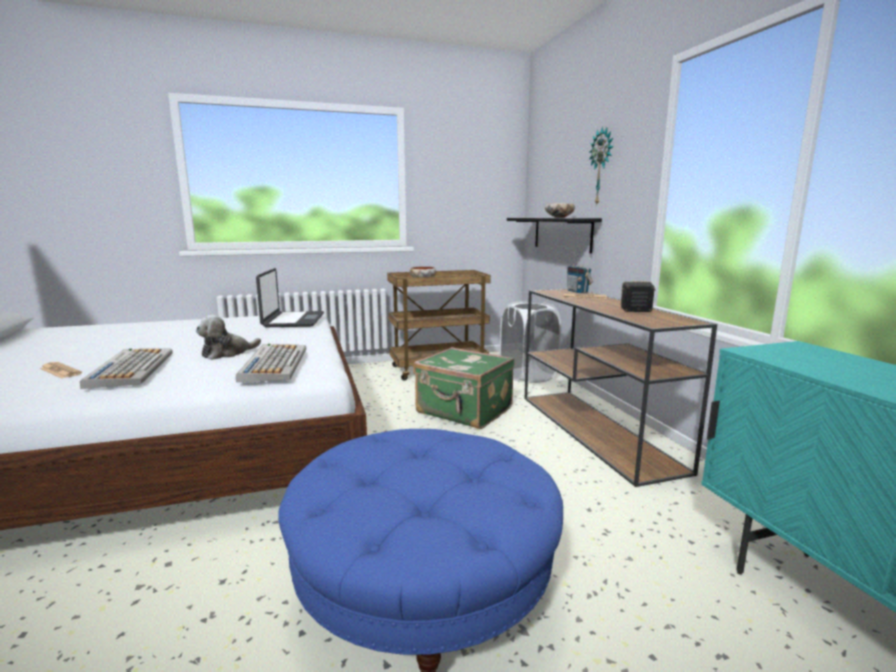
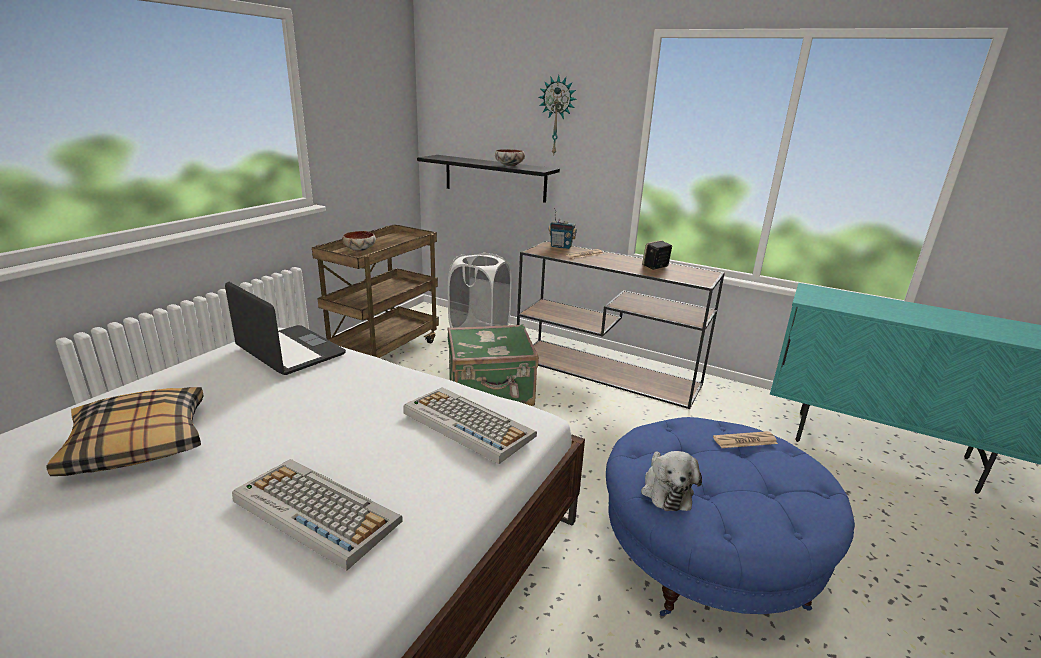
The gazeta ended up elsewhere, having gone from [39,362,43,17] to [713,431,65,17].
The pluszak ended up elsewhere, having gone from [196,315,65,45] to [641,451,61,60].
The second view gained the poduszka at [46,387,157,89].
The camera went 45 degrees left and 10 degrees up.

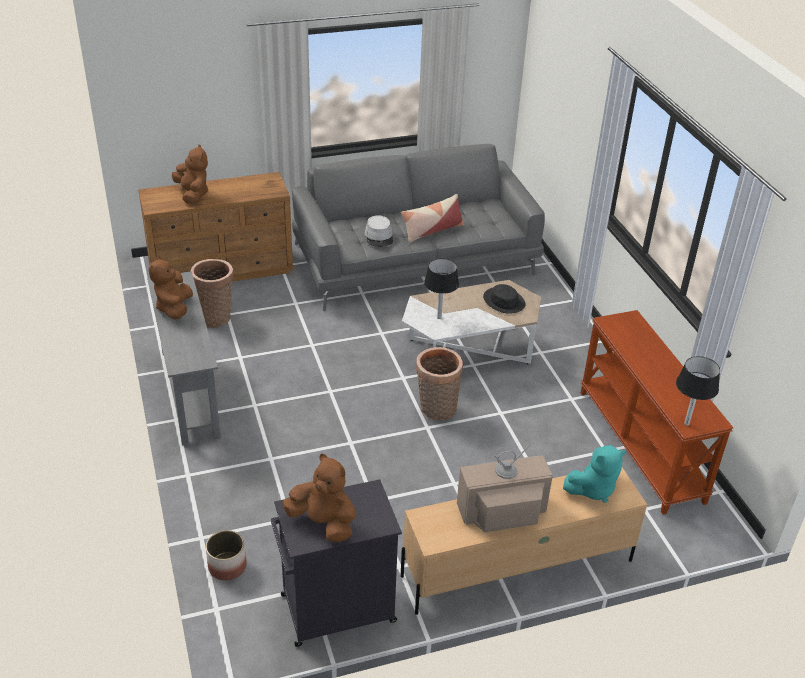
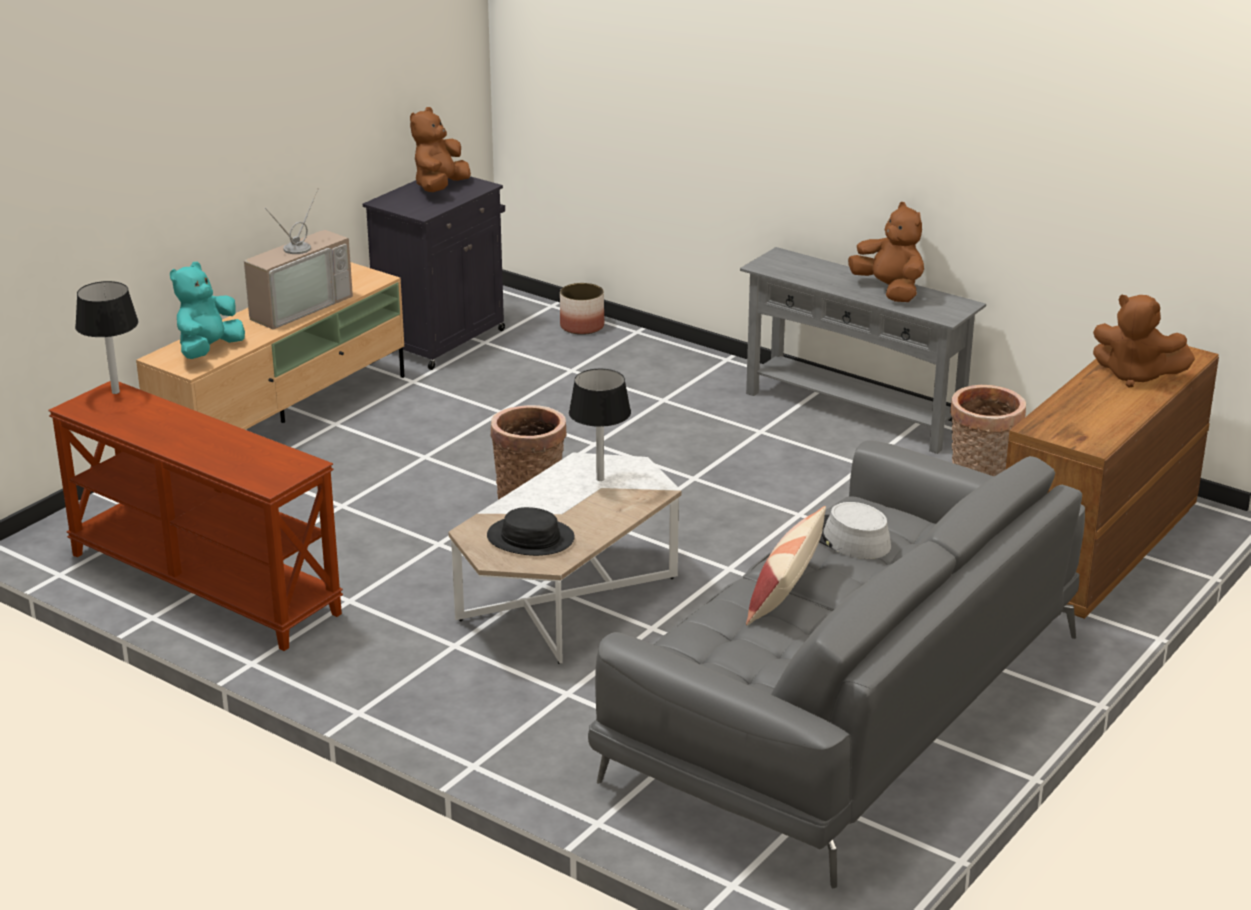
The pluszak [brązowy] at [282,454,74,88] ended up facing another way, 120 degrees clockwise from before.
The camera went 145 degrees right and 10 degrees down.

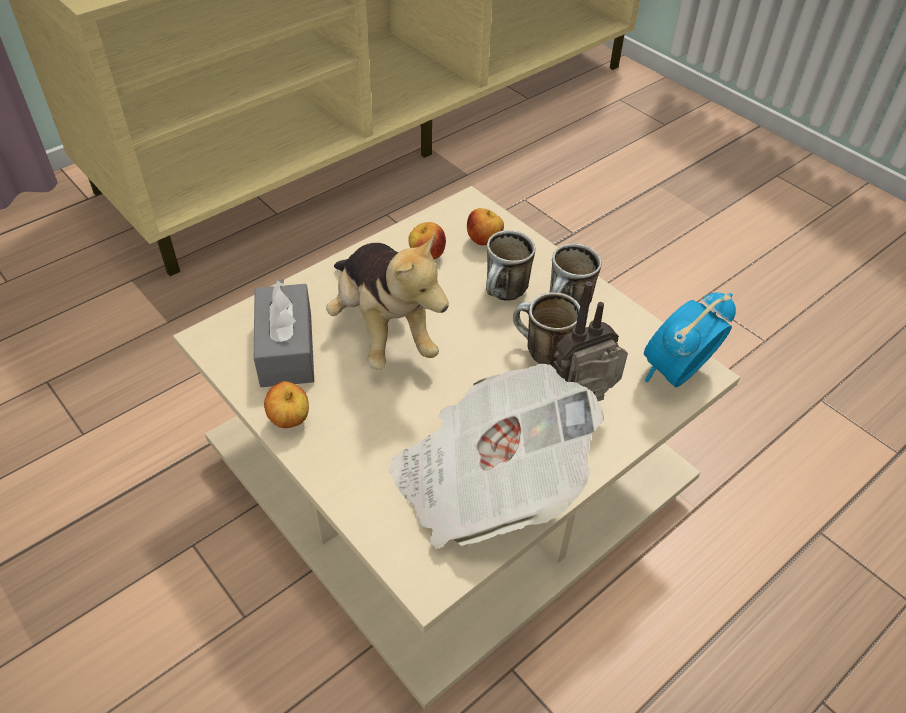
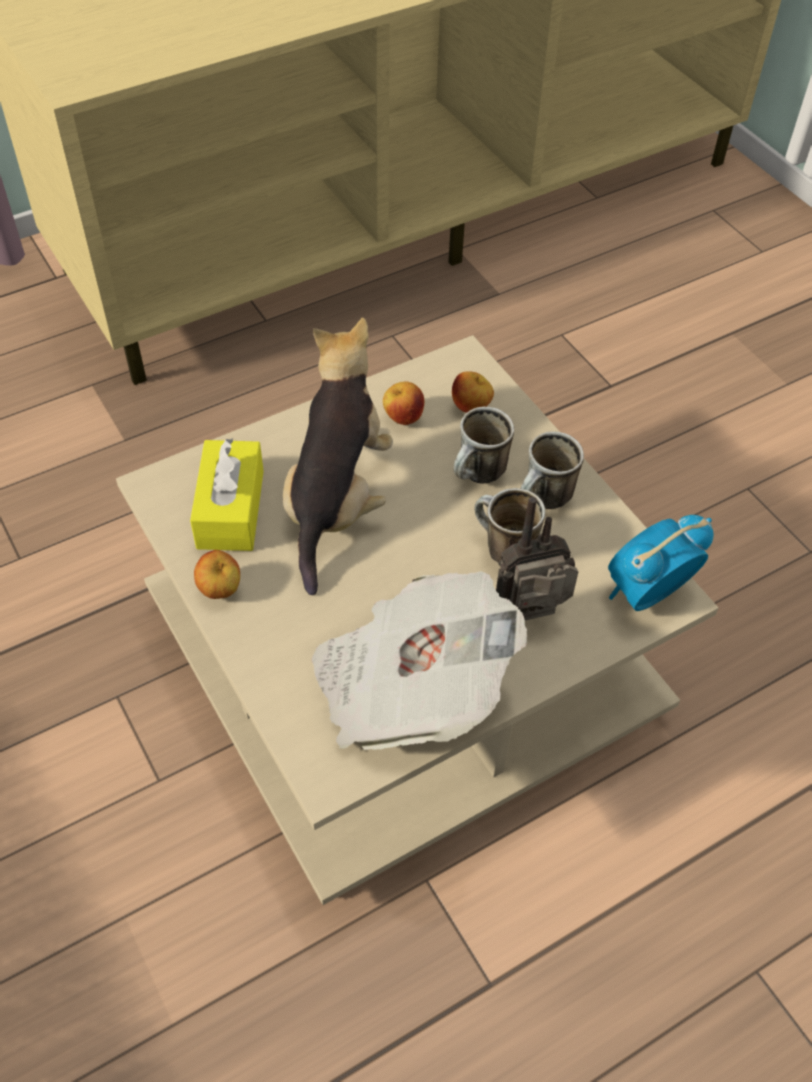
What was the pudełko chusteczek [szary] at [254,279,60,108] turned into the pudełko chusteczek [żółty] at [190,438,74,113].
The pluszak at [326,232,123,137] ended up facing another way, 150 degrees counterclockwise from before.
The camera went 10 degrees right and 5 degrees up.

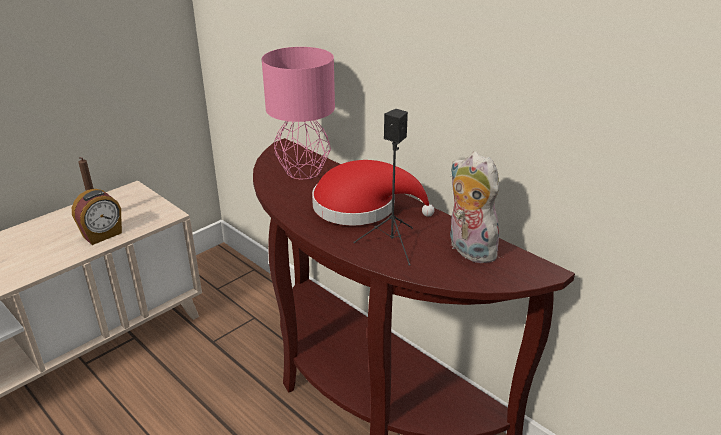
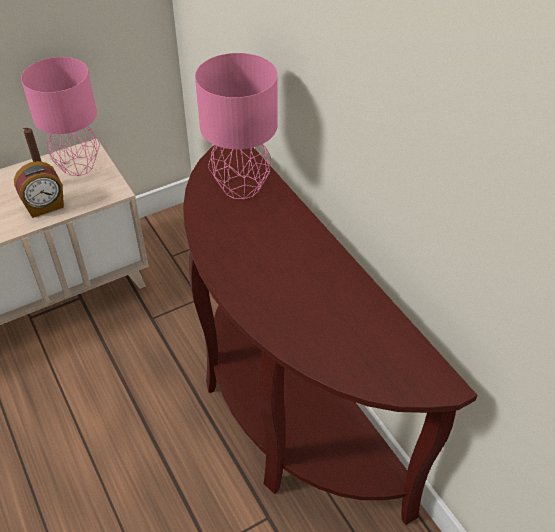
The second view lost the kapelusz [czerwony] at [312,160,123,66].
The second view lost the głośnik [czarny] at [353,109,60,157].
The second view lost the pluszak at [450,152,49,111].
The second view gained the lampa stołowa [różowy] at [21,57,79,119].
The camera went 15 degrees right and 15 degrees up.

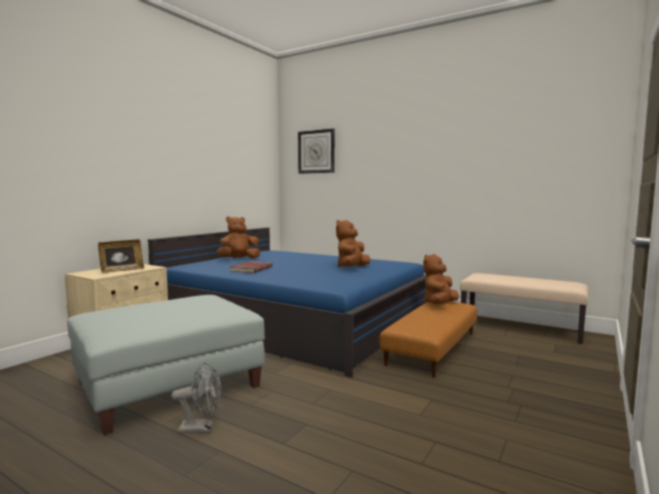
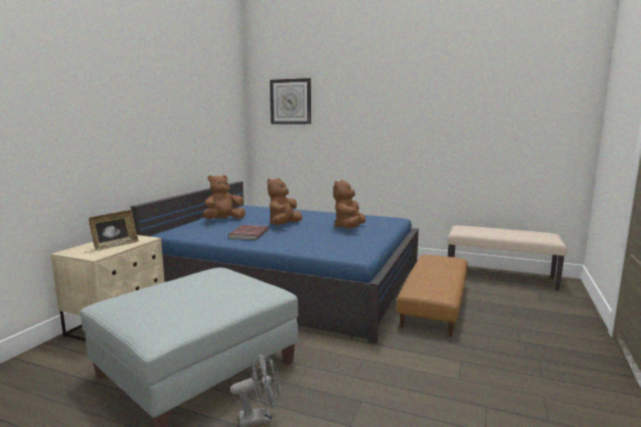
The pluszak [brązowy] ended up elsewhere, having gone from [423,254,36,50] to [267,178,35,47].
The camera went 10 degrees left and 5 degrees up.

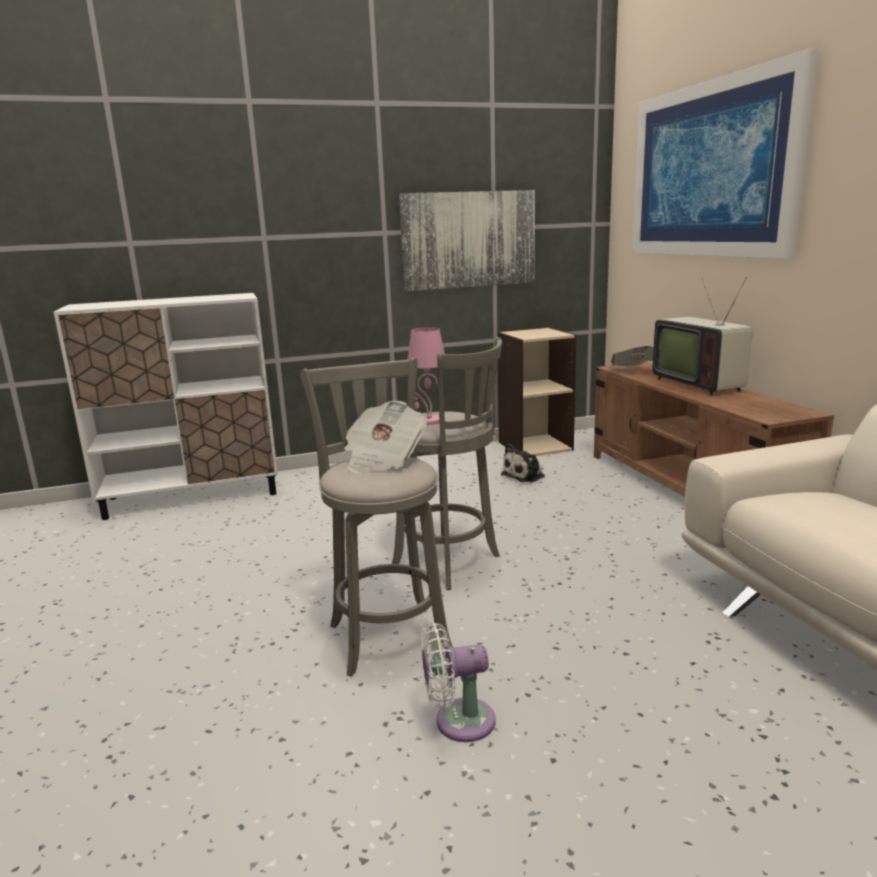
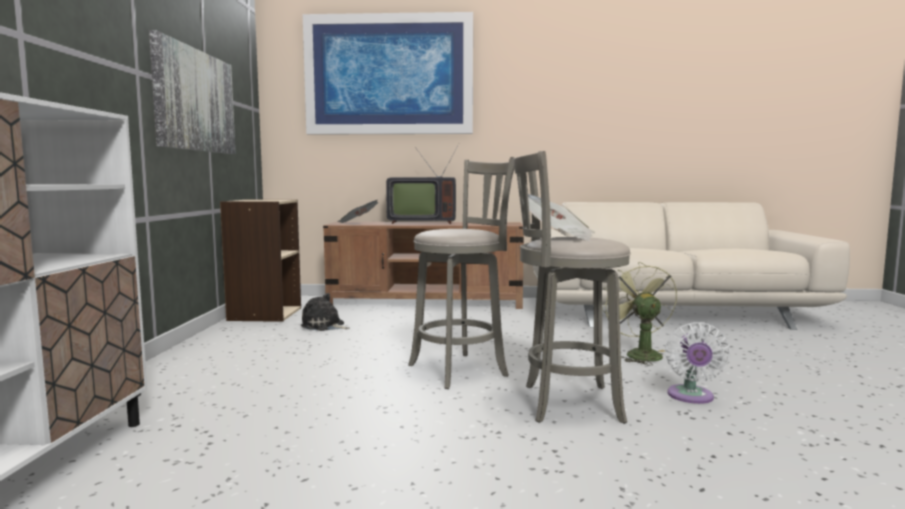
The second view lost the lampa stołowa [różowy] at [408,327,37,98].
The pluszak at [501,444,44,39] ended up facing another way, 135 degrees clockwise from before.
The second view gained the wentylator [zielony] at [602,262,75,103].
The camera went 70 degrees left and 10 degrees down.

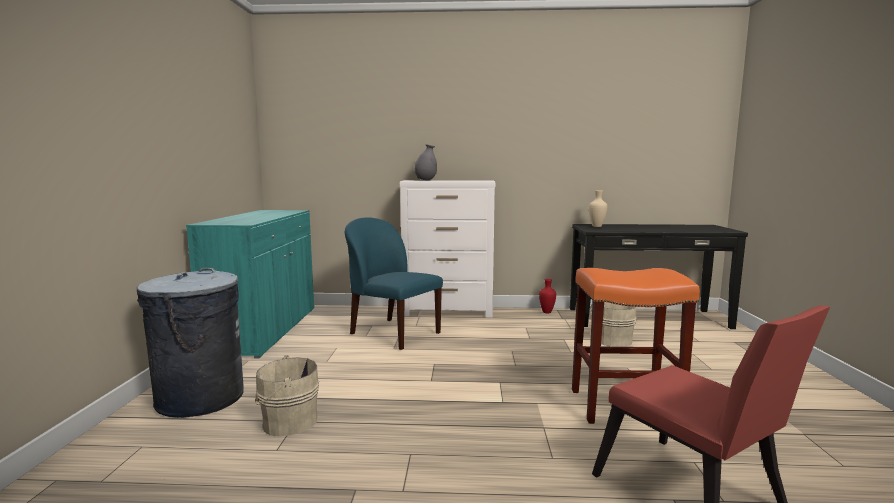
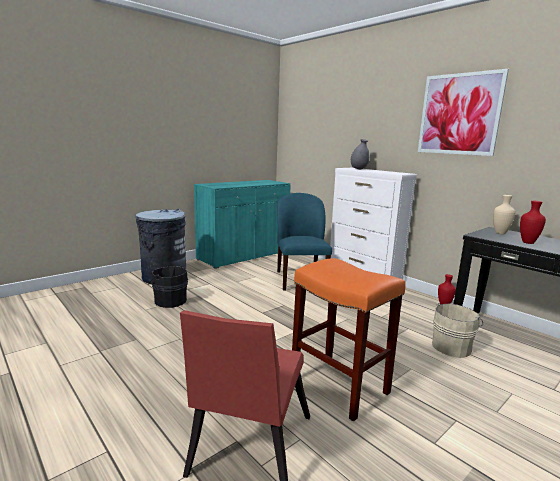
What was the wiadro [beżowy] at [255,355,64,81] turned into the wiadro [czarny] at [148,265,40,43].
The second view gained the obraz at [418,69,91,87].
The second view gained the wazon [czerwony] at [520,201,26,43].
The camera went 45 degrees right and 5 degrees up.

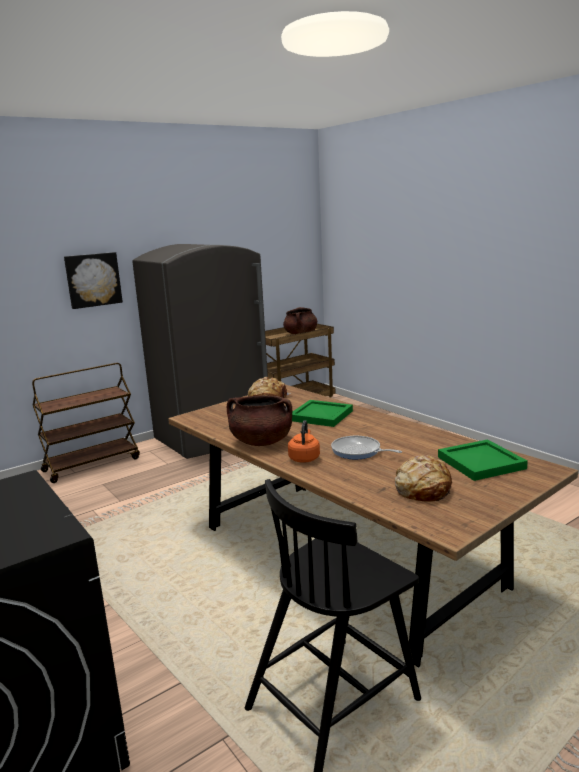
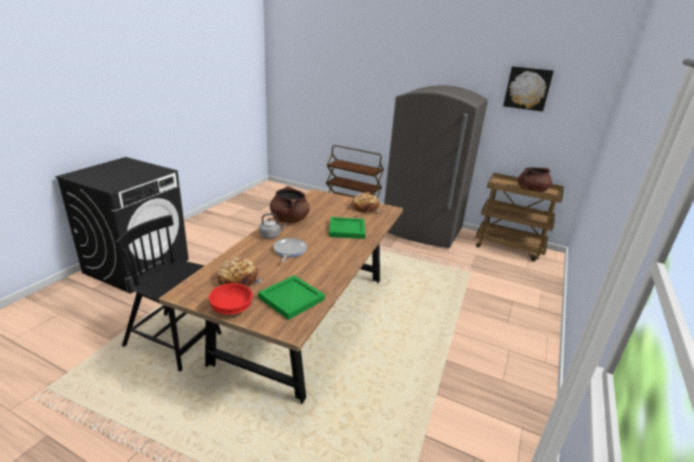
The obraz ended up elsewhere, having gone from [64,252,59,57] to [503,66,51,46].
What was the czajnik [pomarańczowy] at [288,420,32,43] turned into the czajnik [szary] at [259,213,27,26].
The second view gained the miska [czerwony] at [209,283,44,31].
The camera went 60 degrees right and 10 degrees up.

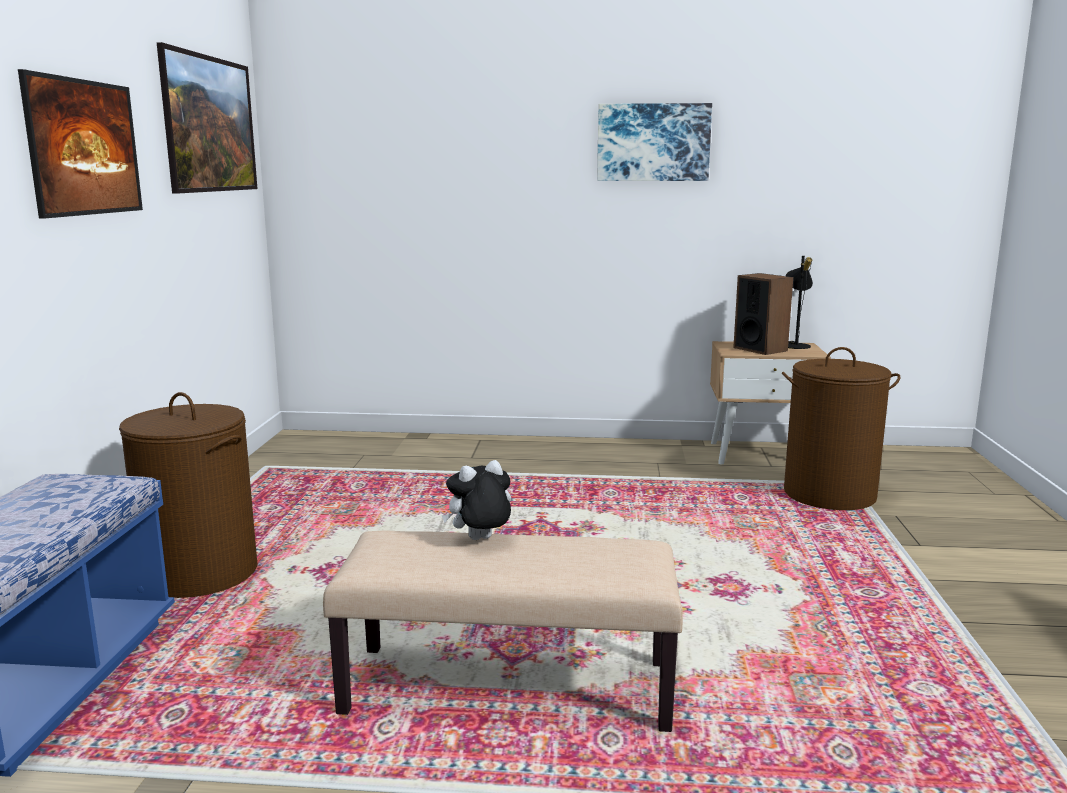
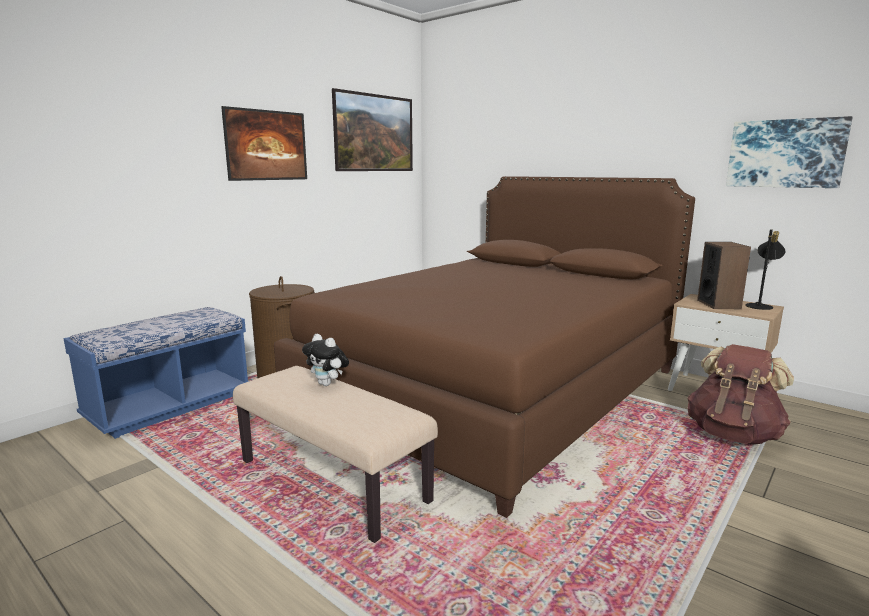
The pluszak at [442,460,69,80] ended up facing another way, 150 degrees counterclockwise from before.
The obraz ended up elsewhere, having gone from [597,103,115,78] to [726,116,127,72].
Where the kosz na pranie [brązowy] stood at [782,347,118,163], the plecak [brązowy] came to stand at [687,344,107,100].
The second view gained the łóżko [brązowy] at [274,176,421,342].
The camera went 35 degrees right and 0 degrees up.

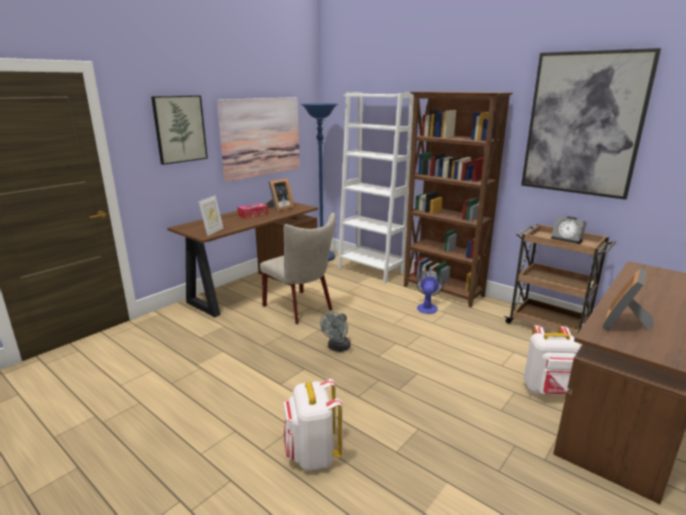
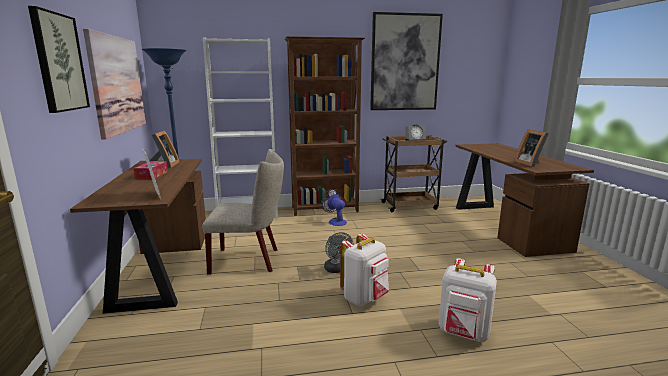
The plecak [biały] ended up elsewhere, having gone from [524,326,57,69] to [340,234,49,72].
The camera went 50 degrees left and 5 degrees down.

